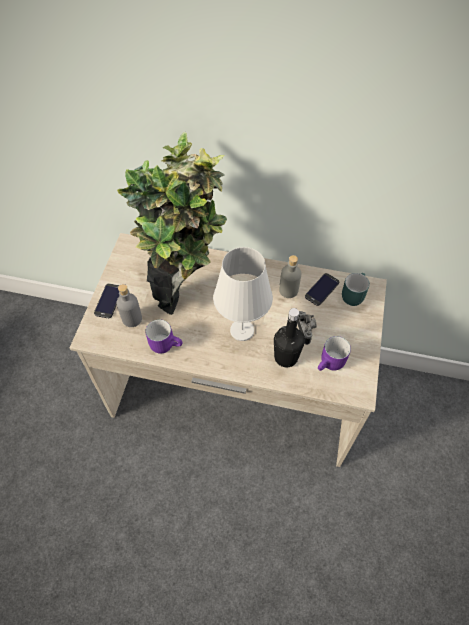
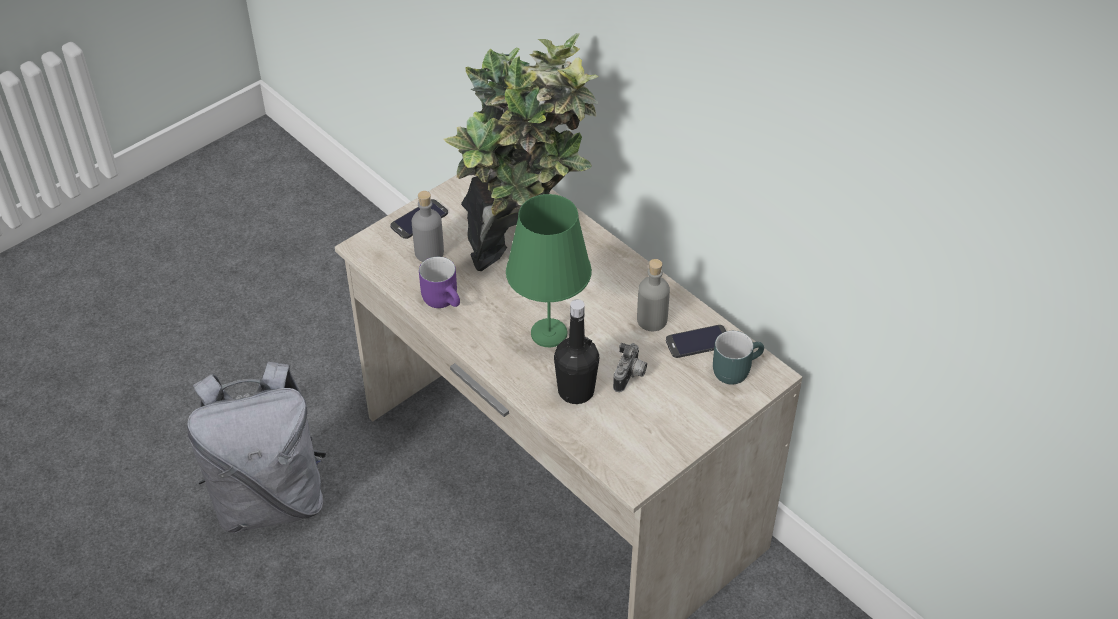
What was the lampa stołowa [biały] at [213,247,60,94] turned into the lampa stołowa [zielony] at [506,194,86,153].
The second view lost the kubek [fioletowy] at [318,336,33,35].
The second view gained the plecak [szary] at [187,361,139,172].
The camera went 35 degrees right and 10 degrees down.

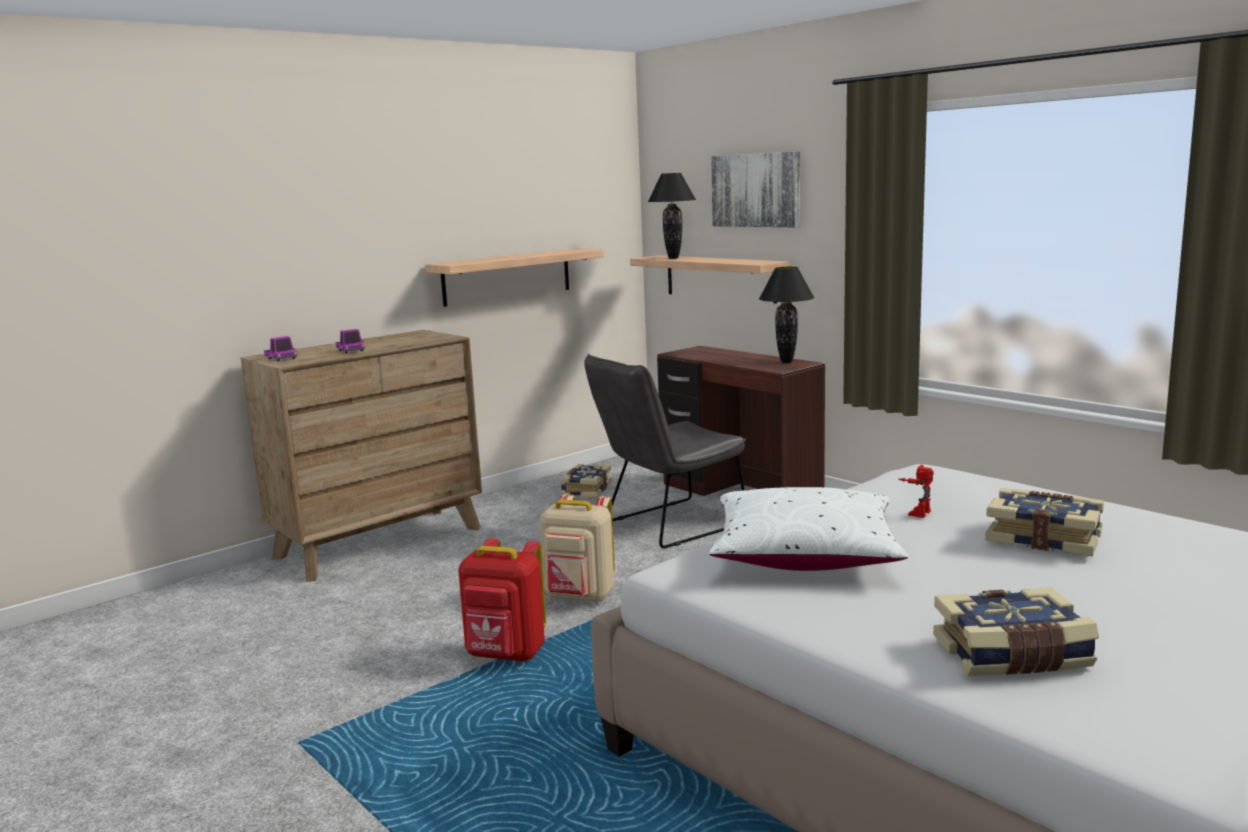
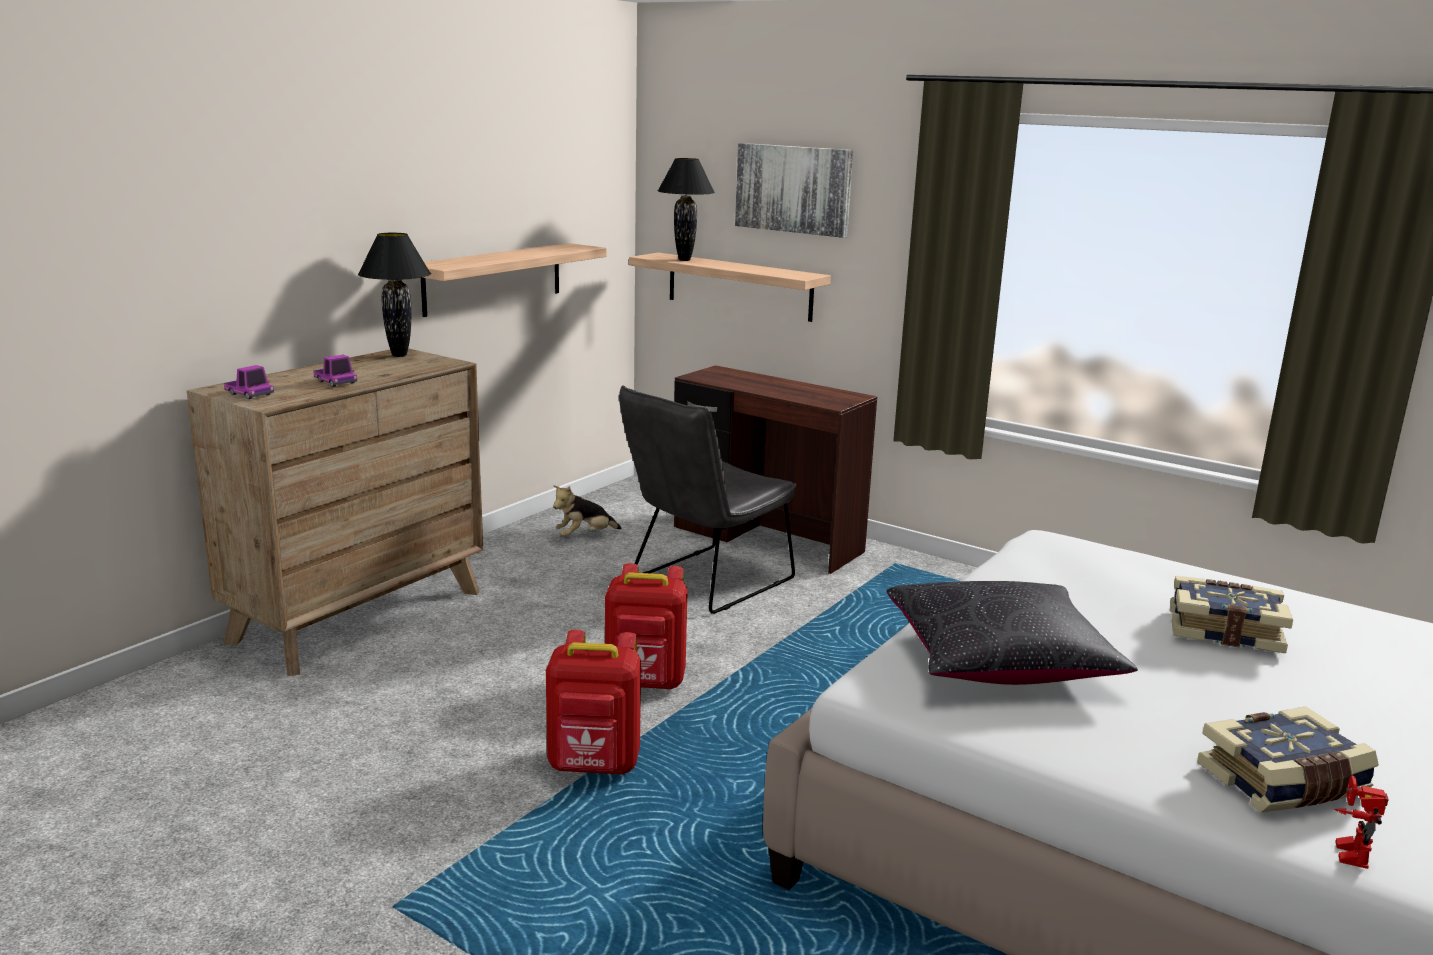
What was the plecak [beżowy] at [540,494,75,109] turned into the plecak [czerwony] at [605,563,83,126].
Where the książka stood at [561,464,51,34], the pluszak came to stand at [553,485,69,51].
What was the poduszka [biały] at [709,487,199,84] turned into the poduszka [czarny] at [886,581,252,104].
The lampa stołowa [czarny] ended up elsewhere, having gone from [759,267,55,96] to [358,233,73,124].
The robot zabawkowy ended up elsewhere, having gone from [899,465,35,53] to [1334,775,55,94].
The camera went 15 degrees left and 5 degrees up.

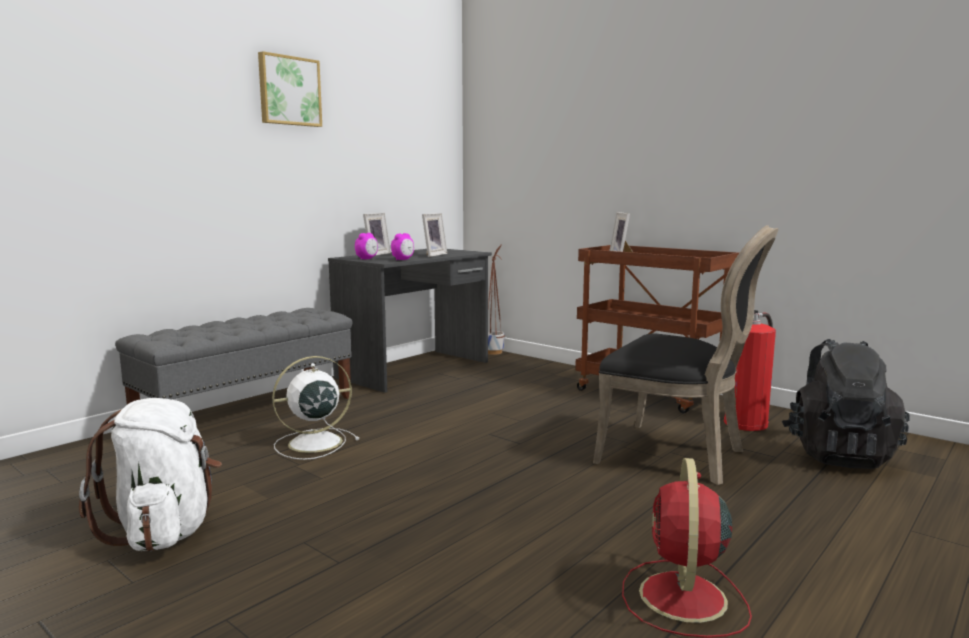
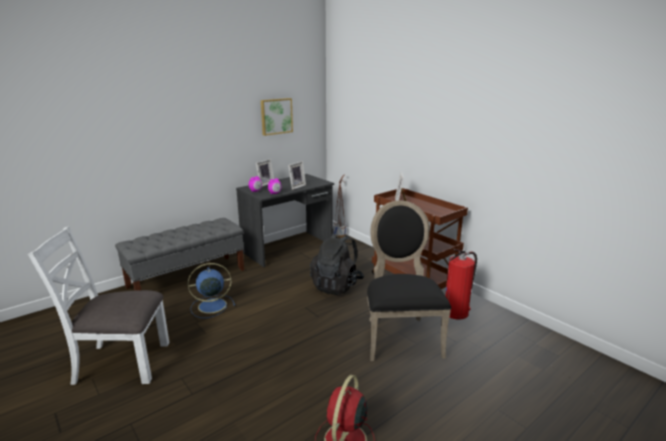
Where the plecak [biały] stood at [79,398,143,154], the krzesło [biały] came to stand at [28,226,141,159].
The obraz ended up elsewhere, having gone from [258,51,64,76] to [261,98,32,38].
What was the wentylator [biały] at [272,356,87,104] turned into the wentylator [niebieski] at [188,263,47,55].
The krzesło [czarny] at [593,225,186,260] ended up facing another way, 135 degrees counterclockwise from before.
The plecak [czarny] ended up elsewhere, having gone from [782,339,128,130] to [310,233,54,62].
The camera went 10 degrees right and 10 degrees up.

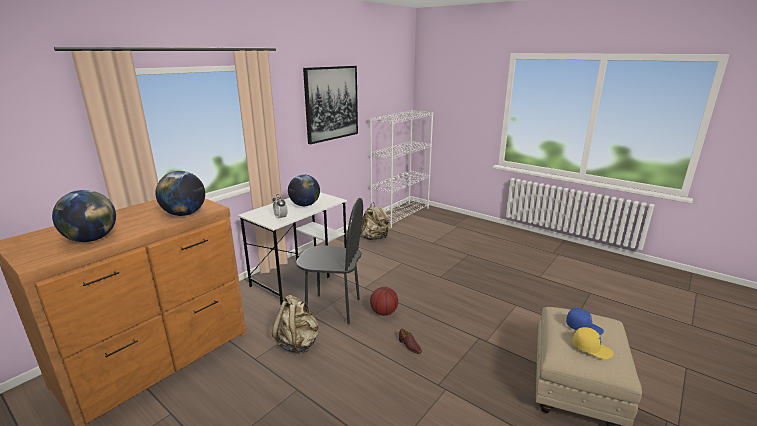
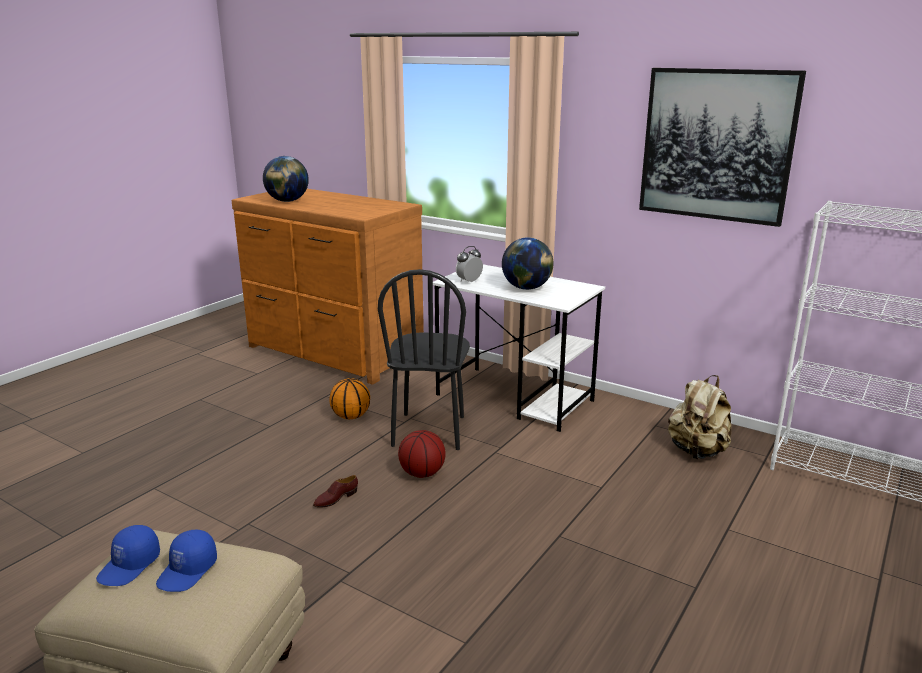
The second view lost the globus at [156,171,49,45].
Where the plecak [beżowy] stood at [272,295,46,59], the piłka do koszykówki came to stand at [329,378,41,41].
What was the czapka z daszkiem [żółty] at [573,327,41,32] turned into the czapka z daszkiem [niebieski] at [96,525,64,61].
The camera went 85 degrees right and 0 degrees up.

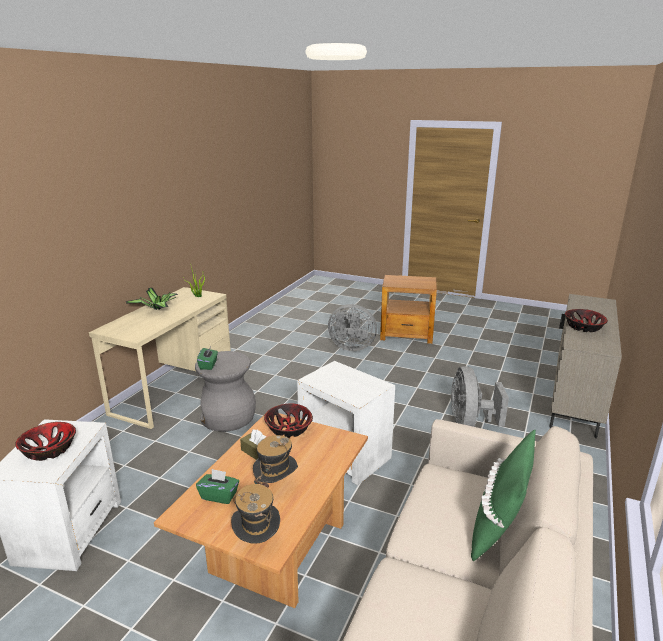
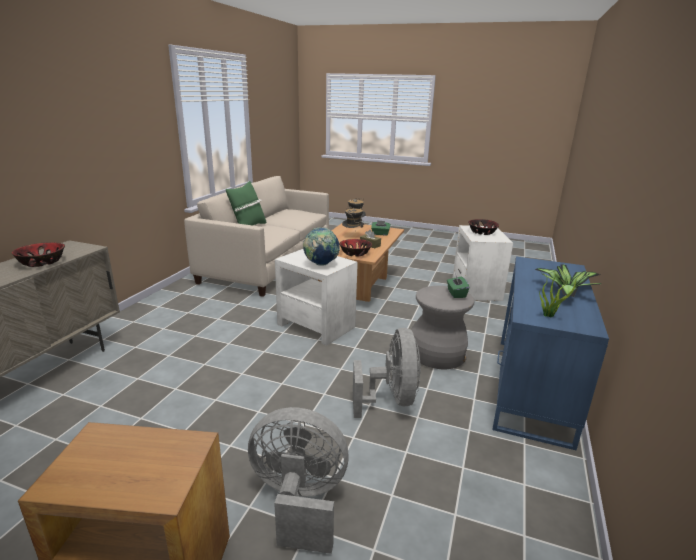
What was the biurko [beżowy] at [89,287,142,142] turned into the biurko [niebieski] at [492,256,117,194].
The wentylator [szary] ended up elsewhere, having gone from [451,366,58,61] to [353,328,68,90].
The second view gained the globus at [303,228,37,38].
The camera went 175 degrees right and 0 degrees up.

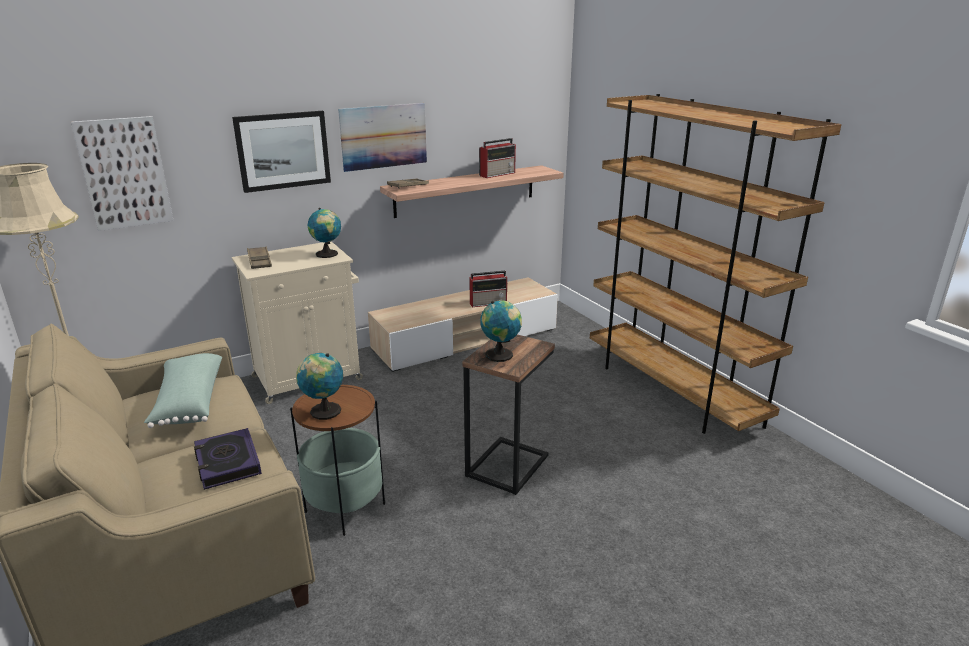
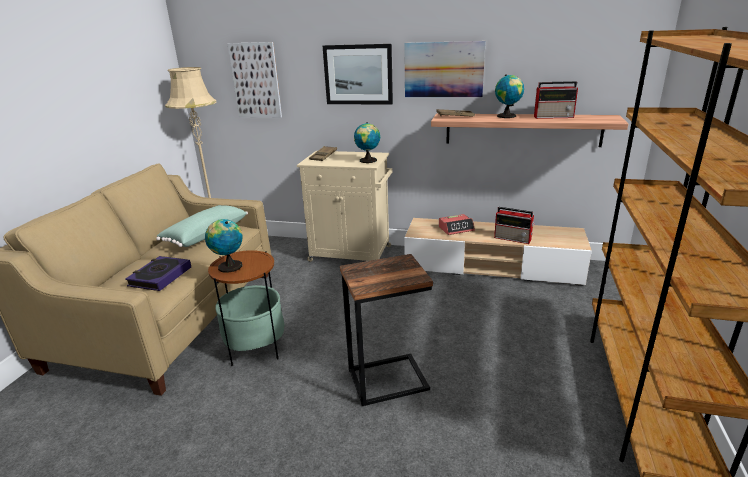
The globus ended up elsewhere, having gone from [480,300,42,62] to [495,74,29,44].
The second view gained the budzik at [439,214,36,21].
The camera went 45 degrees right and 0 degrees up.

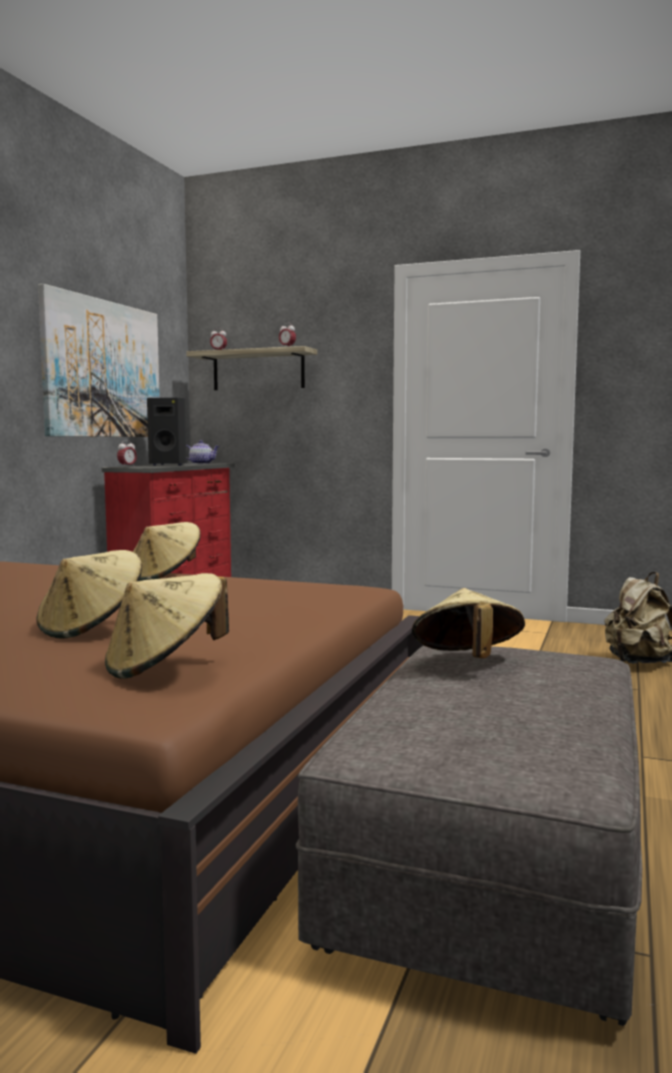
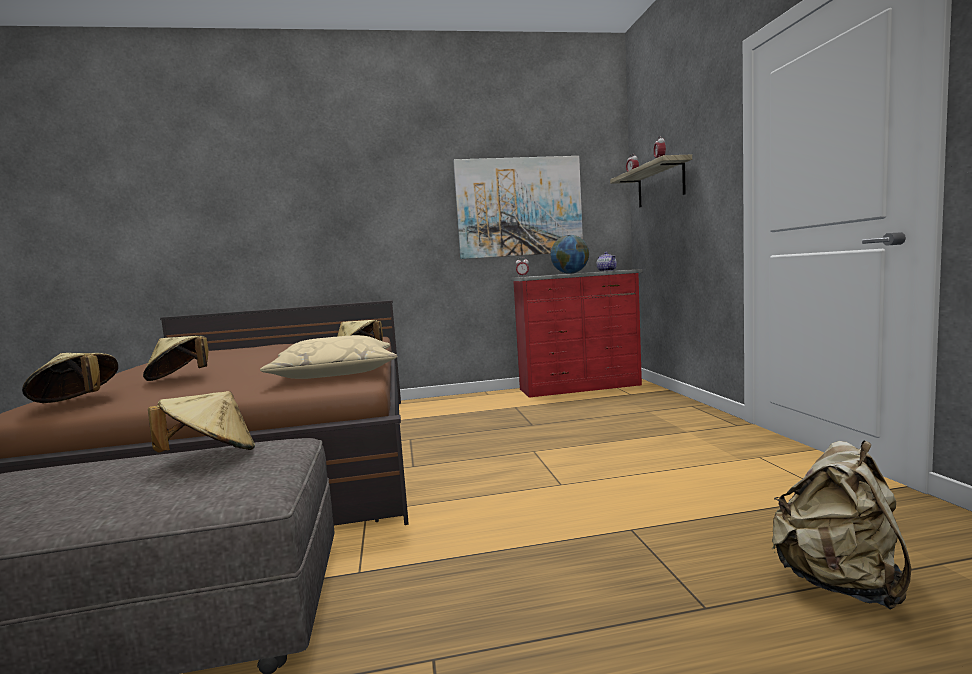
Where the głośnik [czarny] stood at [147,398,39,67], the globus came to stand at [551,235,38,39].
The second view gained the poduszka [beżowy] at [260,335,138,44].
The camera went 60 degrees right and 0 degrees up.

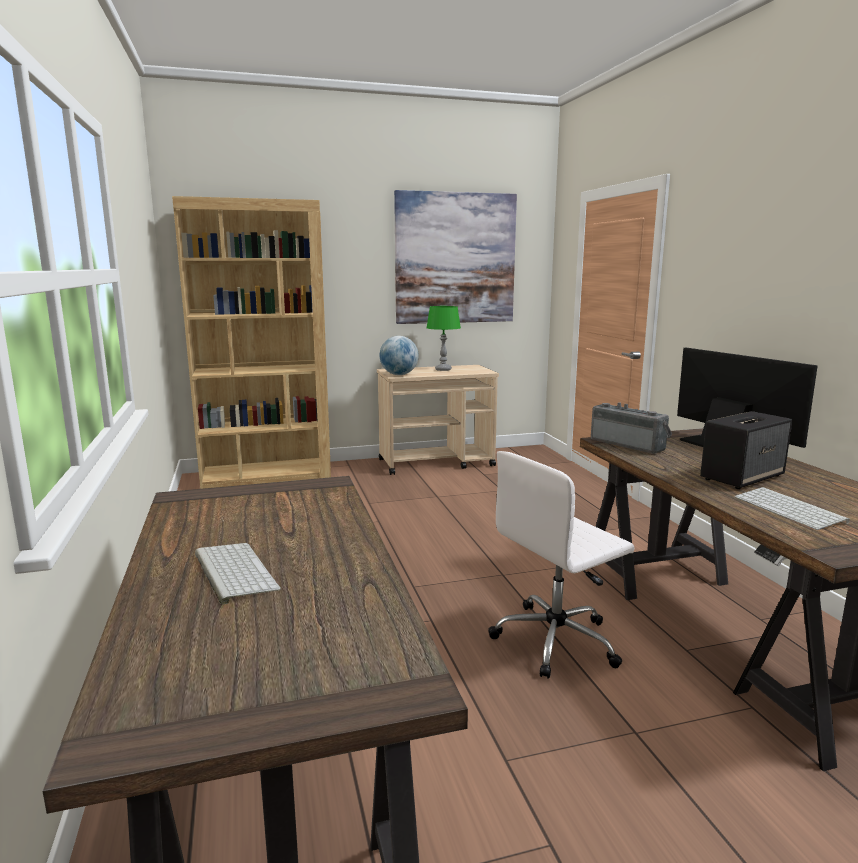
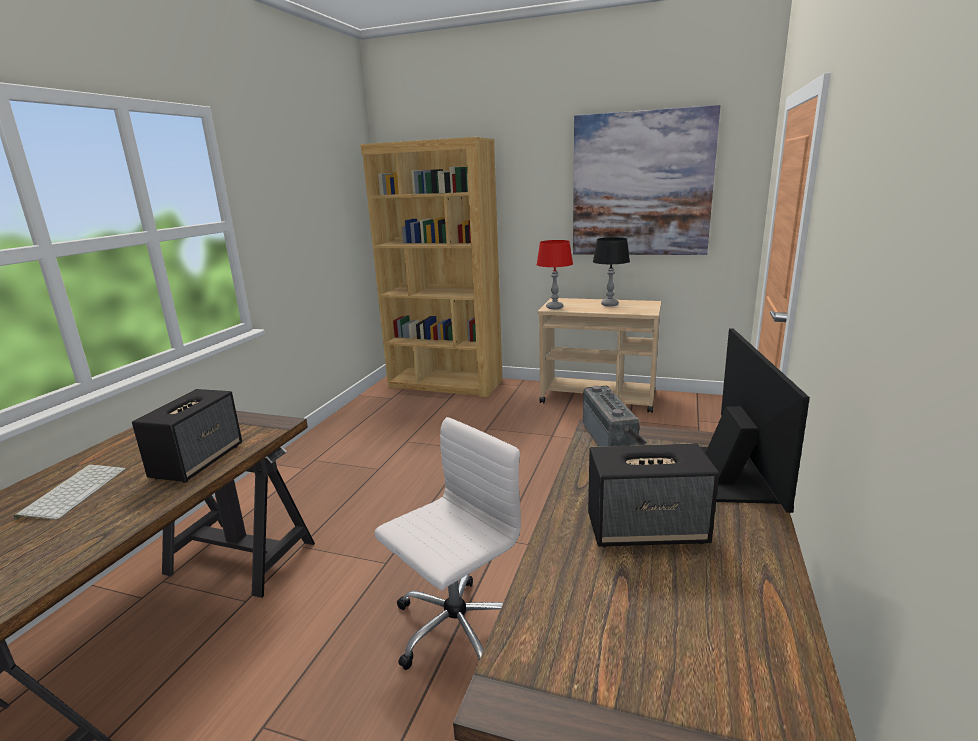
Where the globus stood at [380,336,39,39], the lampa stołowa [czerwony] came to stand at [536,240,37,69].
What was the lampa stołowa [zielony] at [426,306,35,65] turned into the lampa stołowa [czarny] at [593,237,37,70].
The krzesło biurowe [biały] at [488,451,146,228] ended up facing another way, 135 degrees clockwise from before.
The second view lost the klawiatura at [734,487,116,43].
The second view gained the głośnik at [132,389,110,94].
The camera went 35 degrees right and 5 degrees up.

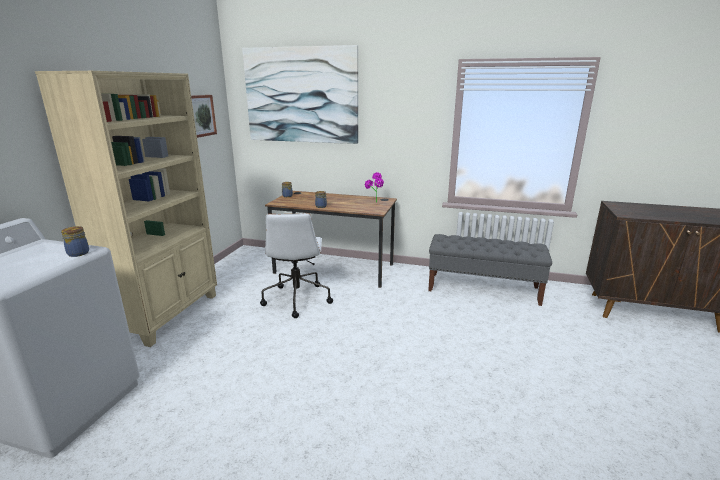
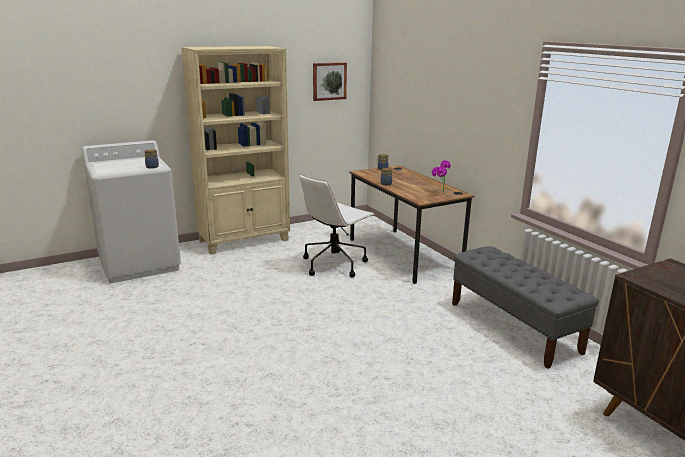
The second view lost the obraz at [242,45,116,99].
The camera went 45 degrees right and 0 degrees up.

